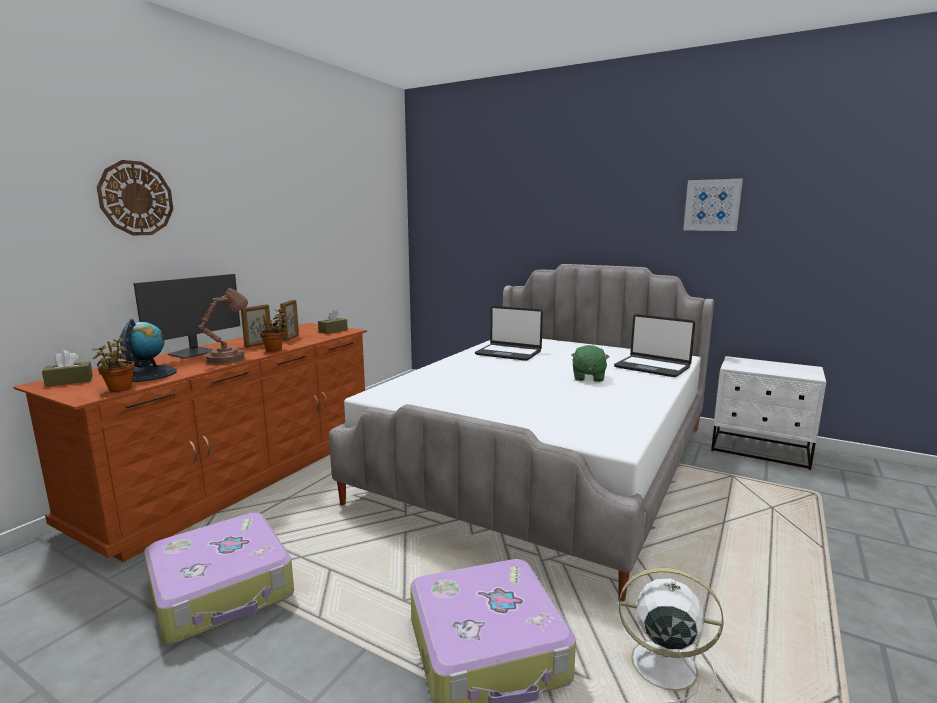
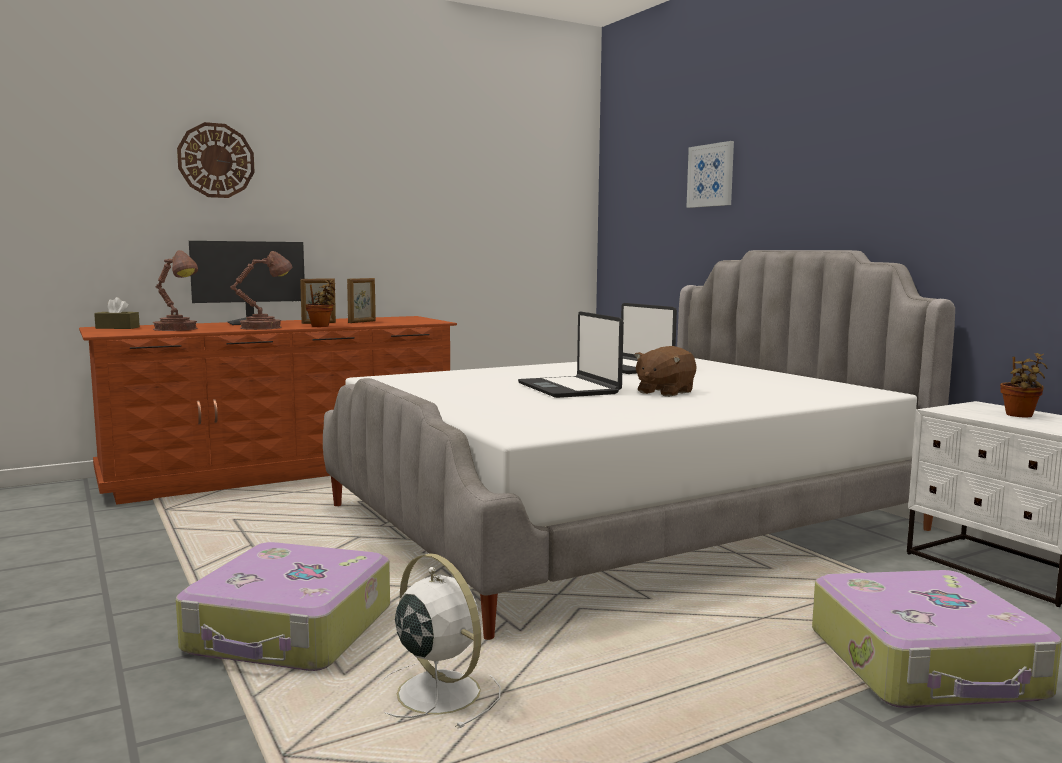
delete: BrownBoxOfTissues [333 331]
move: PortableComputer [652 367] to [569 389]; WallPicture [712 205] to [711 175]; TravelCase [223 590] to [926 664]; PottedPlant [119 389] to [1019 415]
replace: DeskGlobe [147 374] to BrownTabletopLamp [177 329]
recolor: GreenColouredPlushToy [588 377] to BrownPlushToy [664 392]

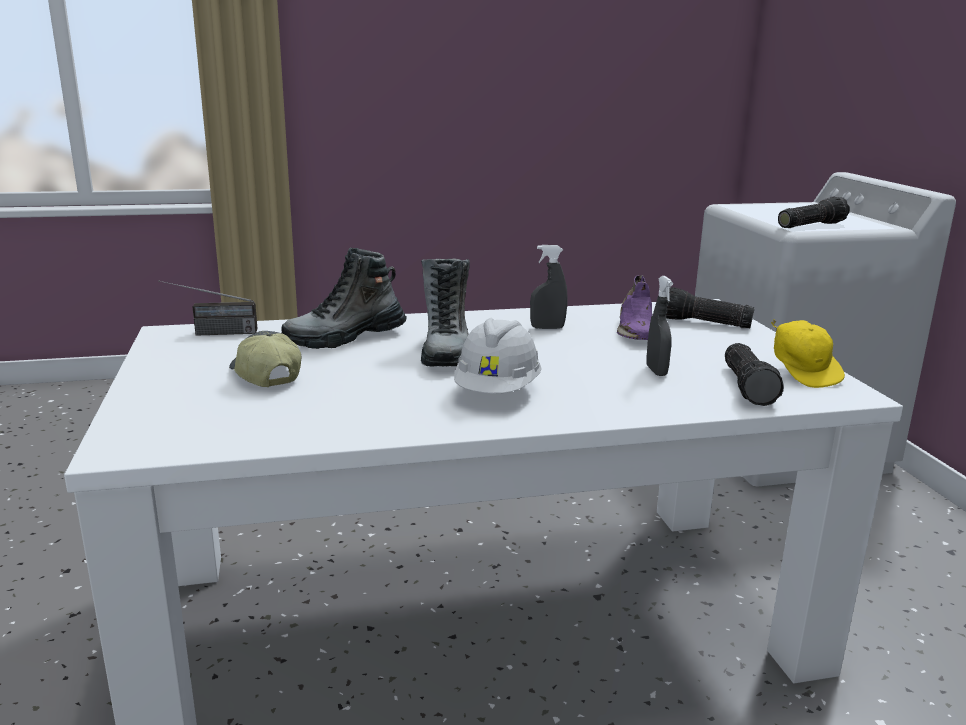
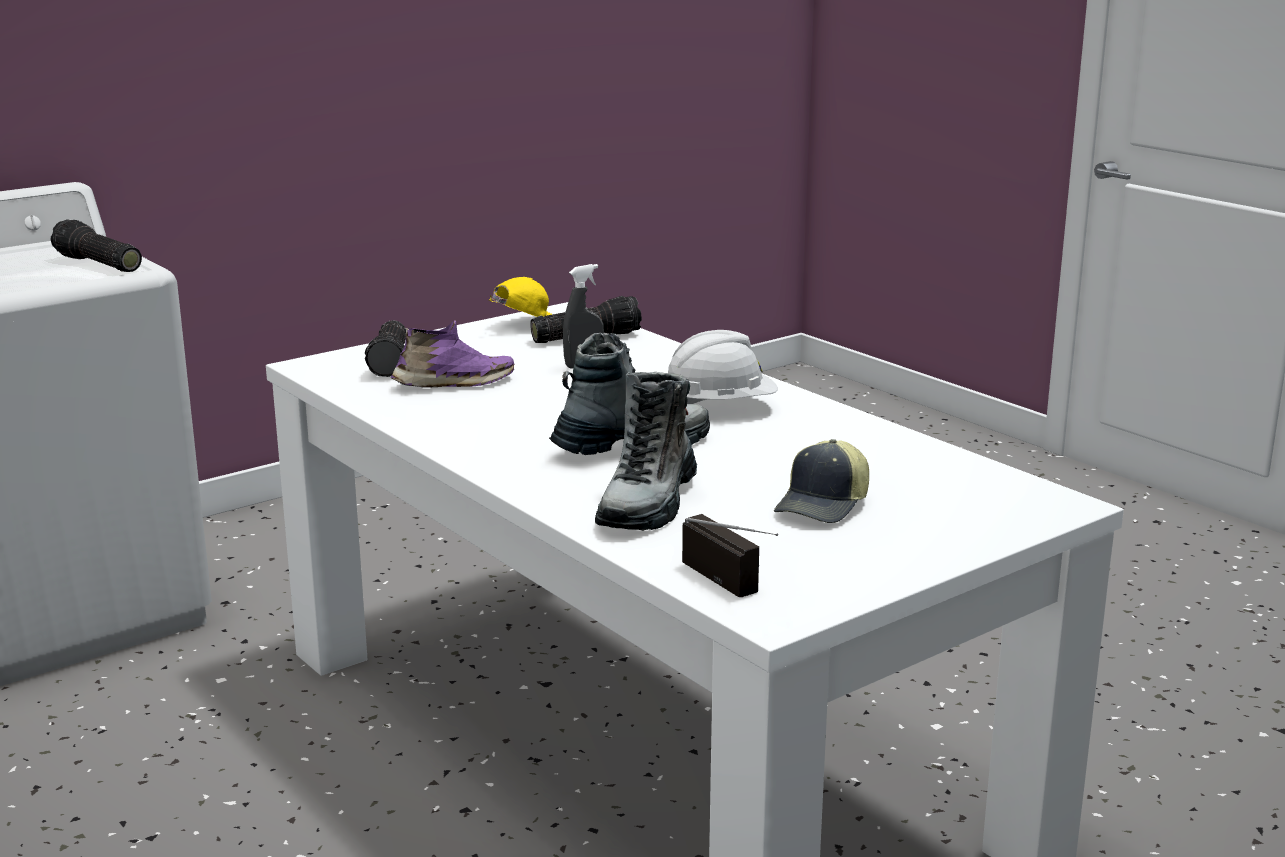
delete: GreyHandSprayer [547 328]
rotate: TallBoot [345 337] = [648 503] 75 degrees clockwise

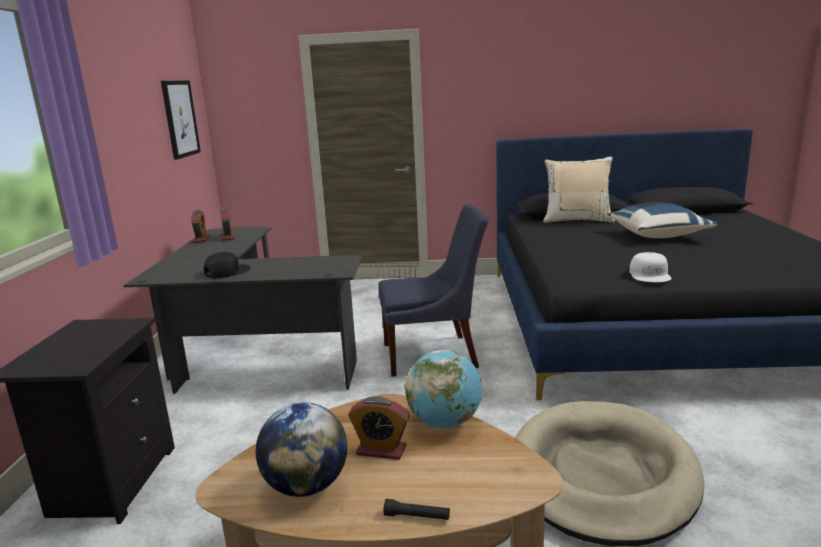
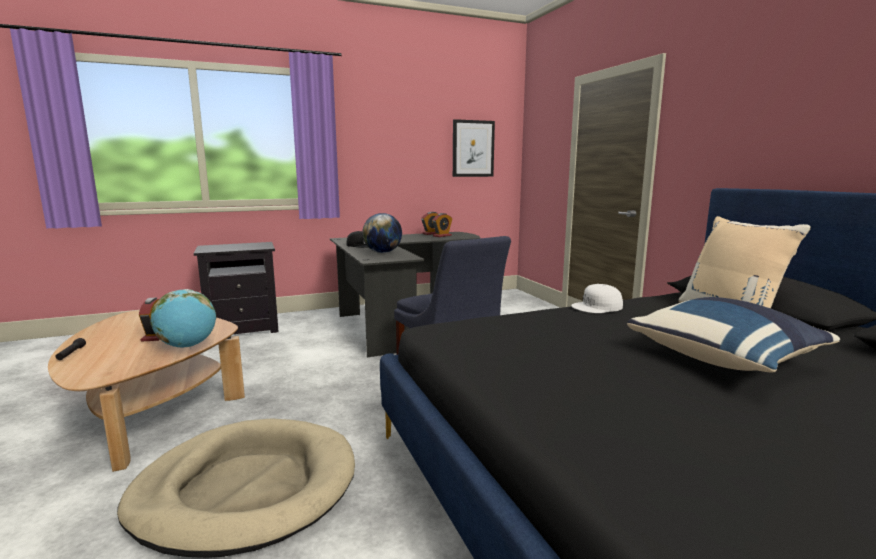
move: DeskGlobe [306 486] to [382 252]; WhiteColouredPeakedCap [650 275] to [597 307]

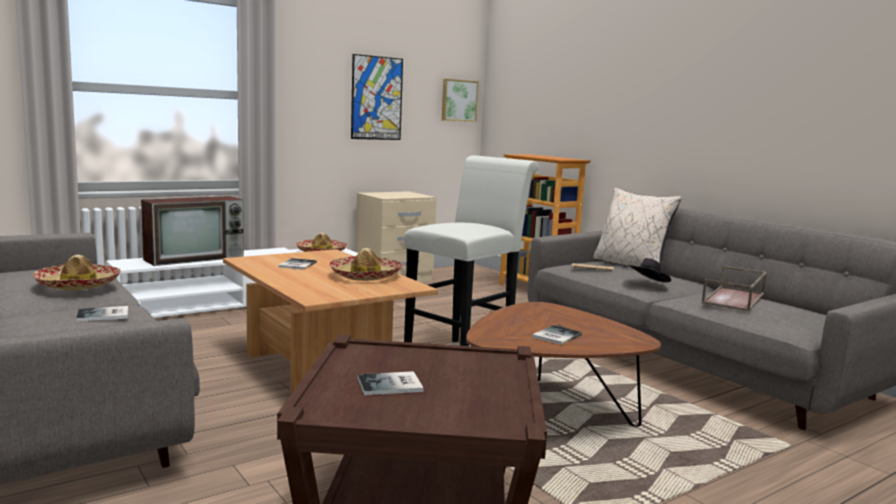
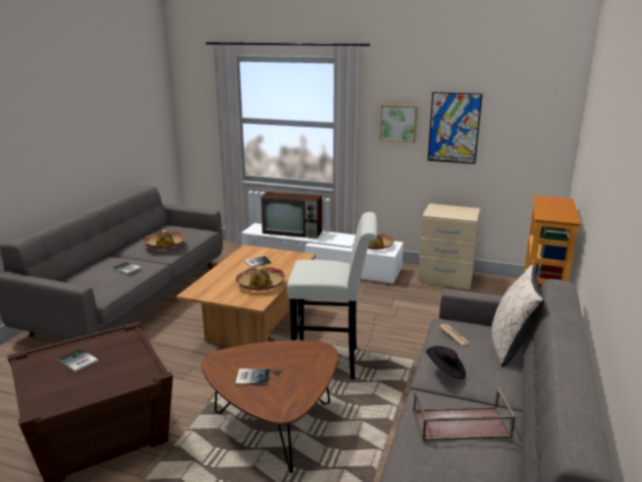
move: WallPicture [458 100] to [398 123]

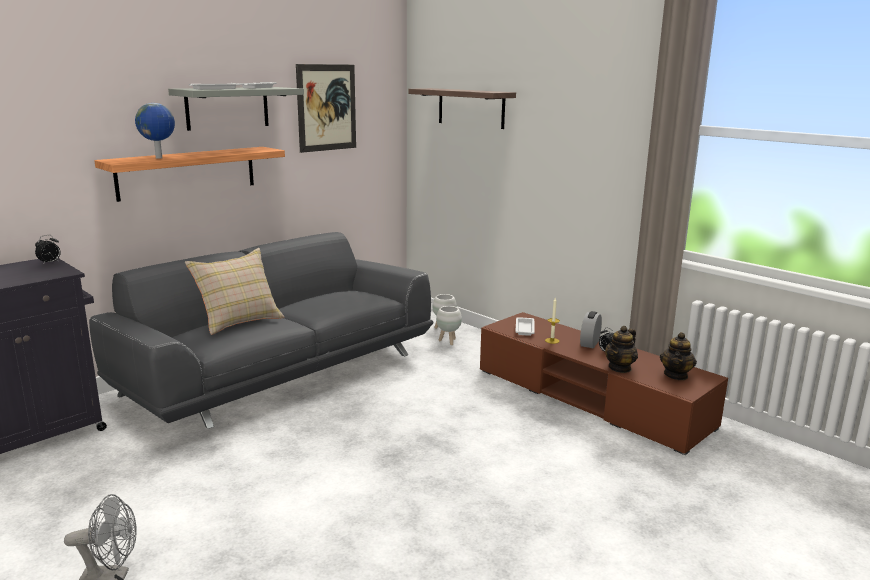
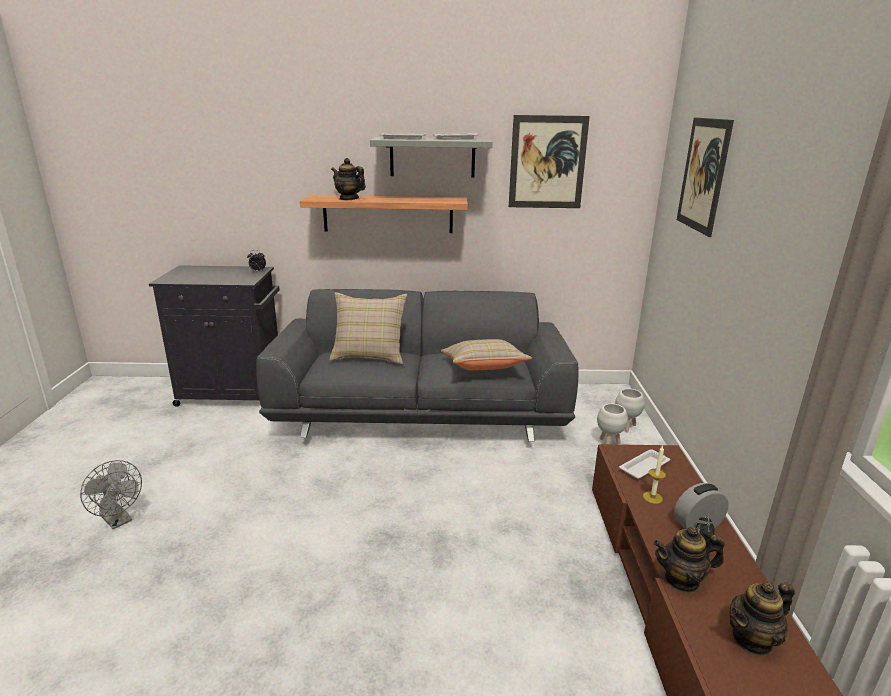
insert: SandColouredCushion [483 369]
replace: DeskGlobe [159 158] to Teapot [349 199]; Shelf [471 108] to WallPicture [703 175]

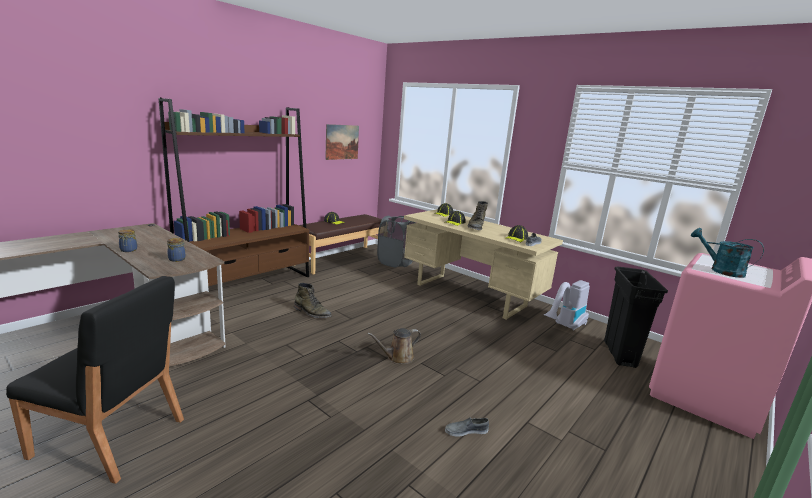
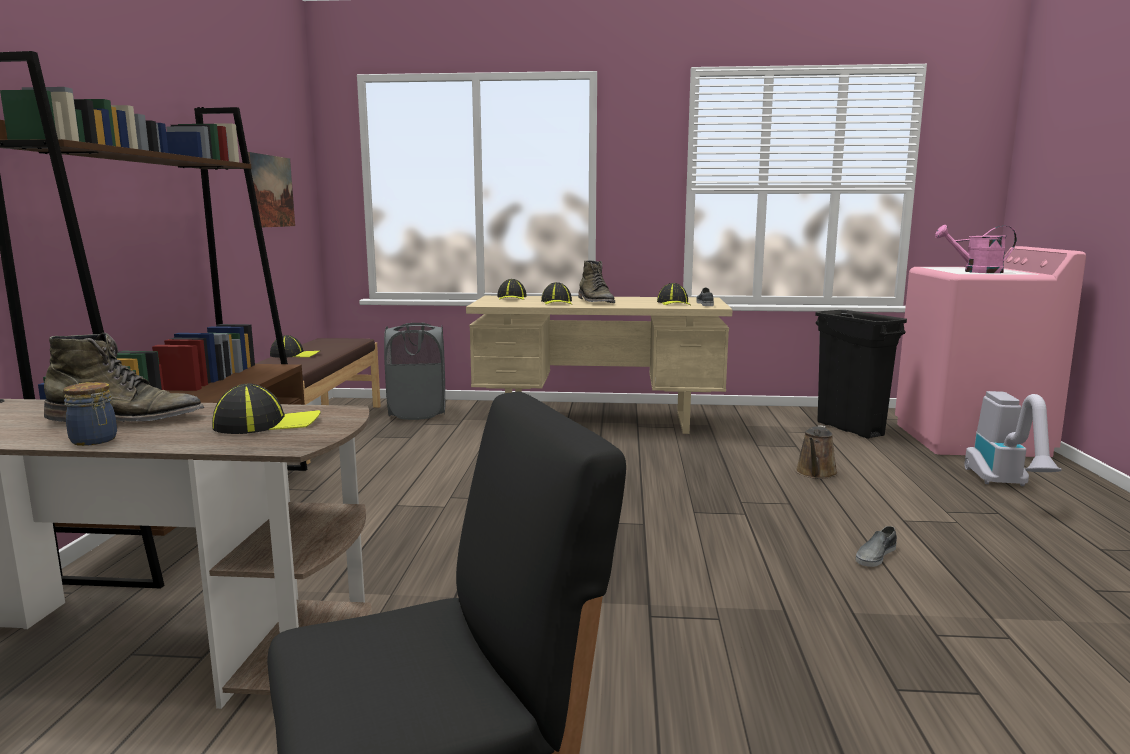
move: GreenColouredTallBoot [312 312] to [126 419]; BrownWateringCan [398 358] to [815 473]; VacuumCleaner [565 327] to [1005 485]
replace: PreserveJar [177 259] to PeakedCap [267 424]
recolor: TurquoiseWateringCan [720 270] to PinkishWateringCan [976 271]

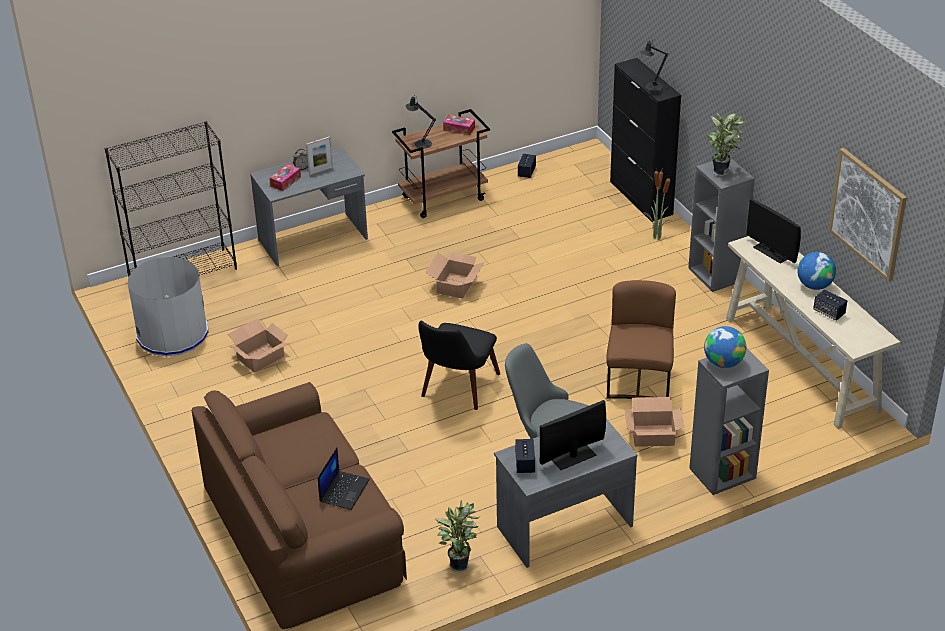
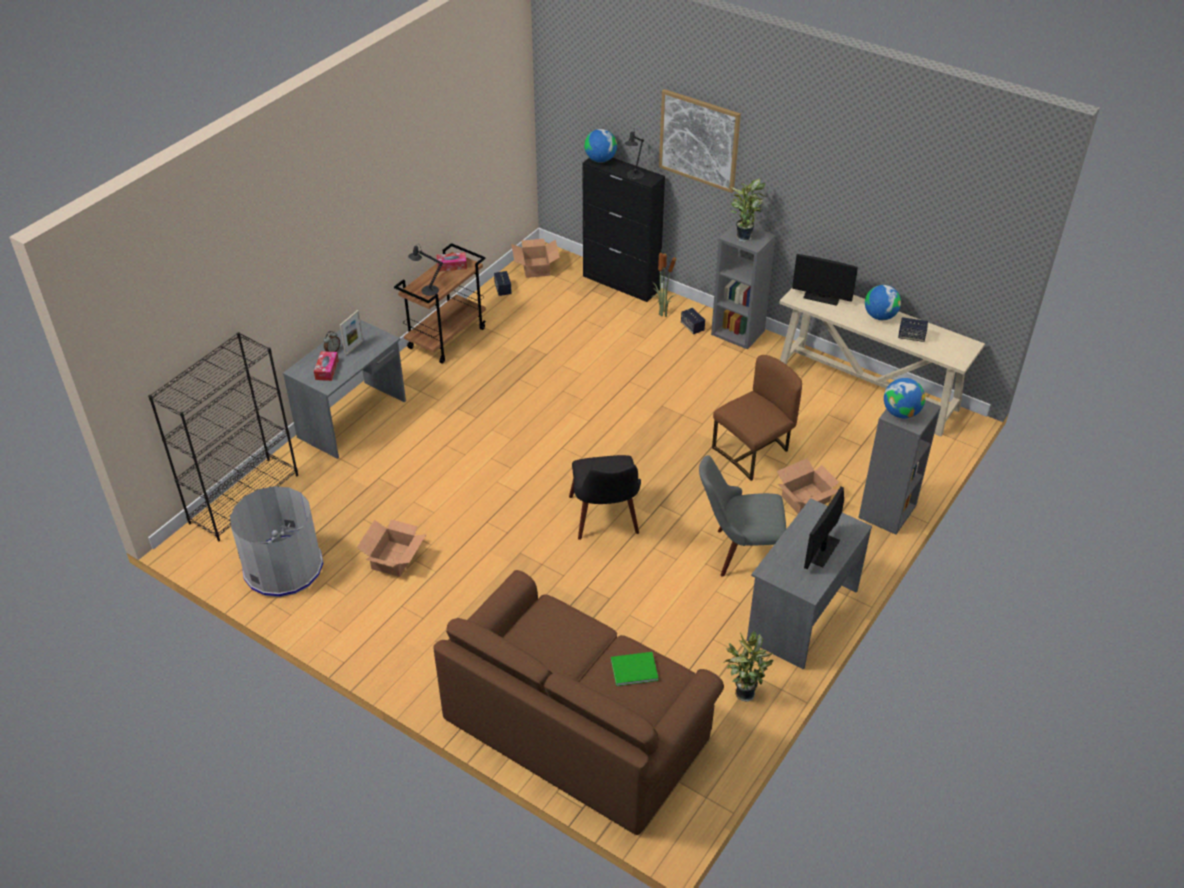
insert: DeskGlobe [600 160]
move: Carton [456 285] to [536 267]; WallPicture [868 213] to [699 140]; AudioSpeaker [525 463] to [692 327]
replace: PortableComputer [344 490] to GreenColouredVolume [632 669]
rotate: BrownUprightChair [639 380] = [753 452] 75 degrees clockwise

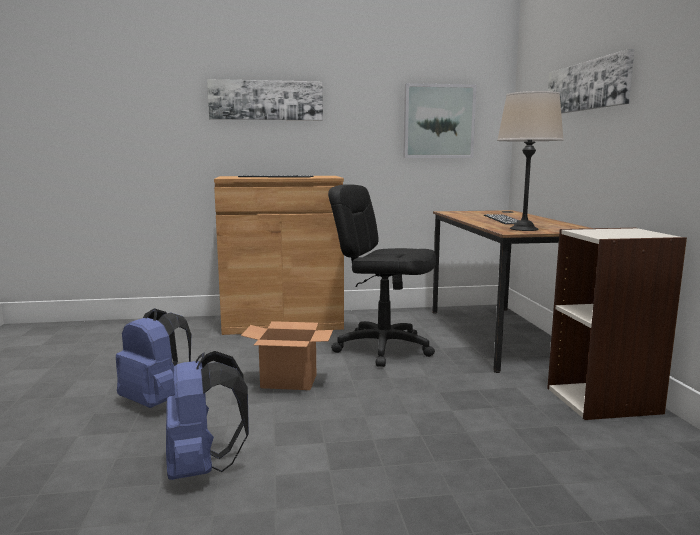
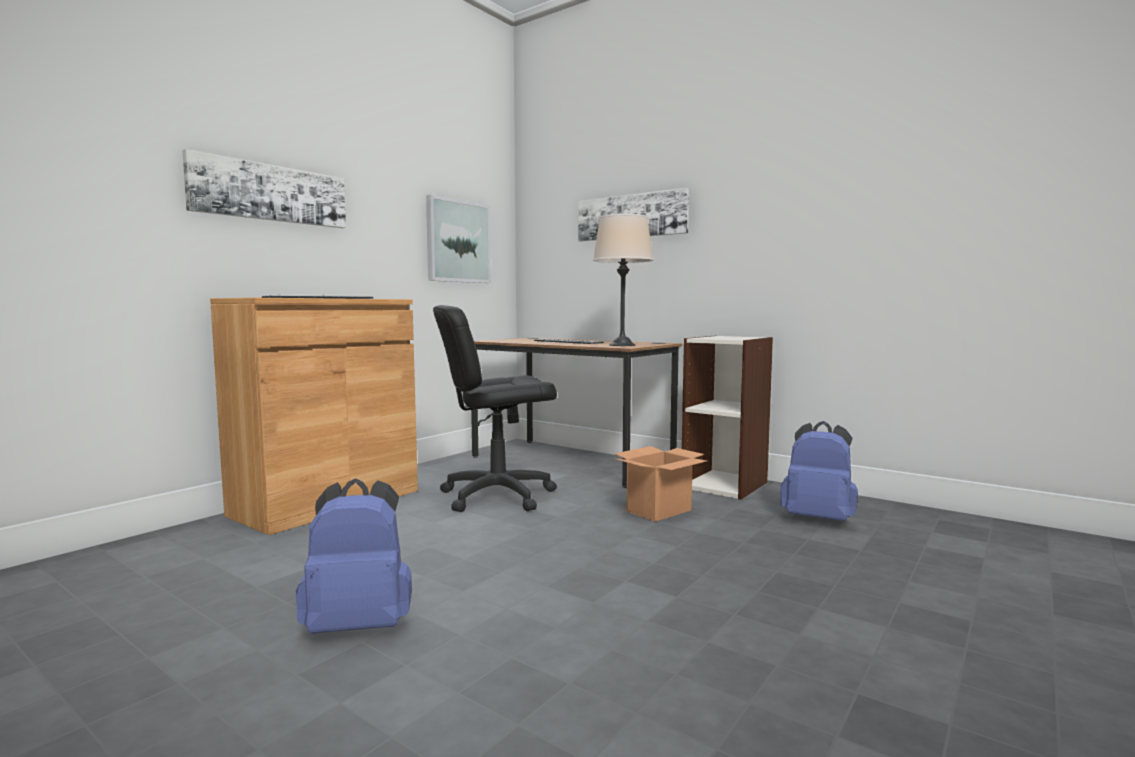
move: Carton [289 381] to [659 510]; BlueRucksack [202 468] to [818 519]

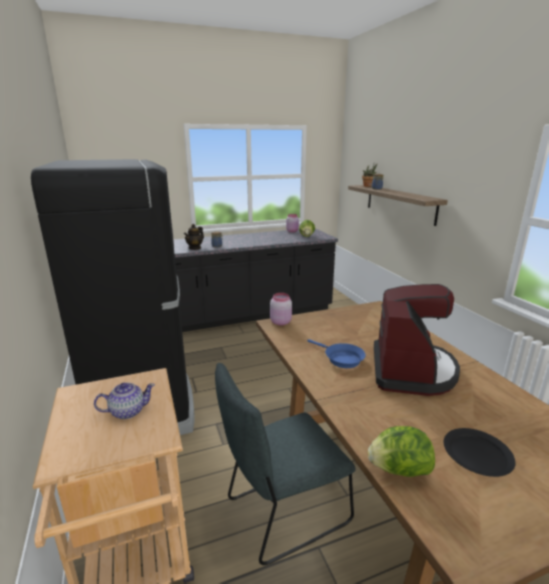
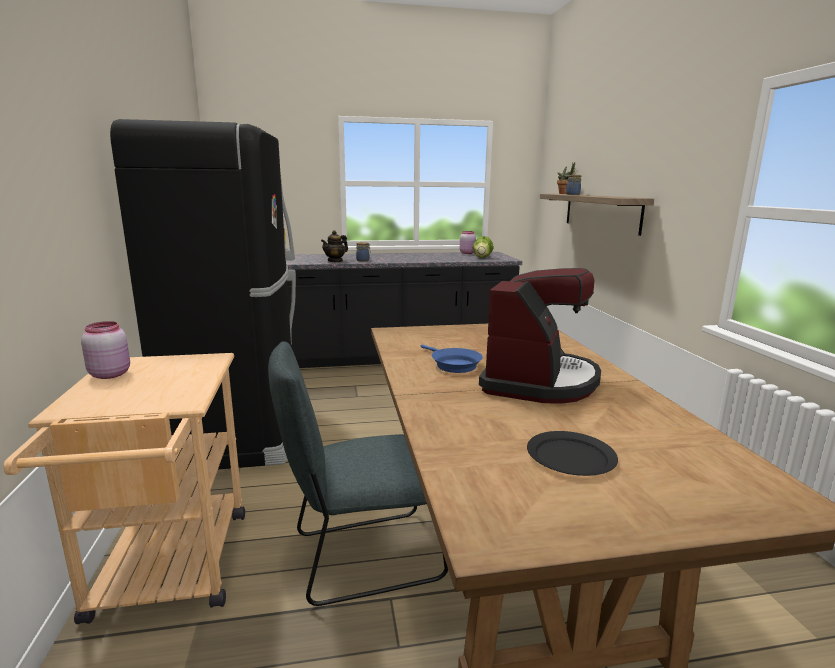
delete: Teapot [127 411]; HeadOfLettuce [398 469]
move: PinkishPreserveJar [280 322] to [110 374]

